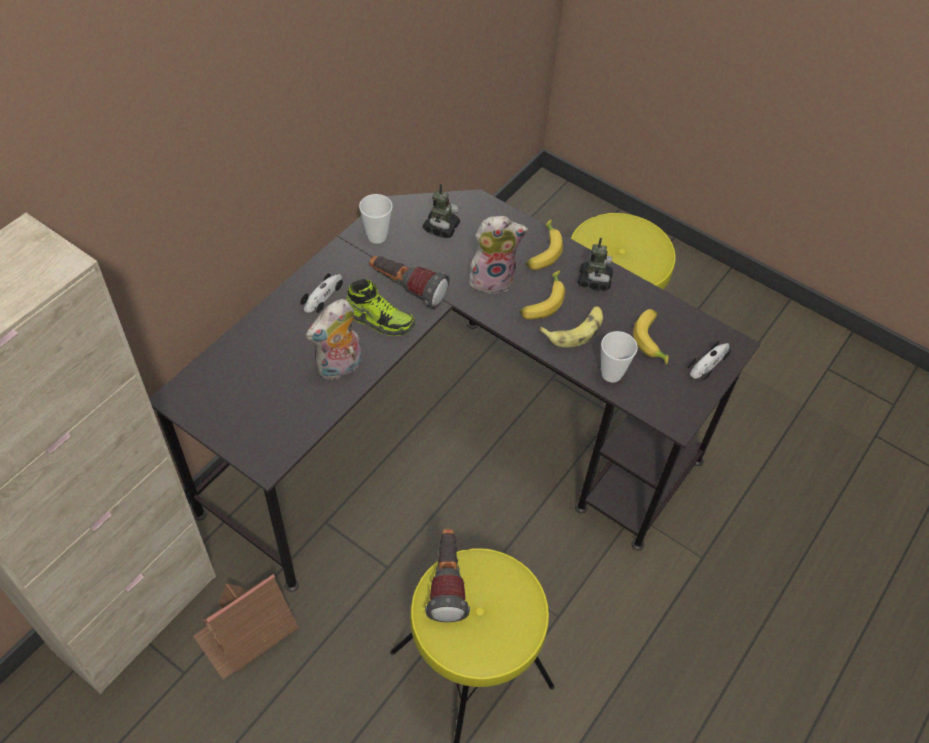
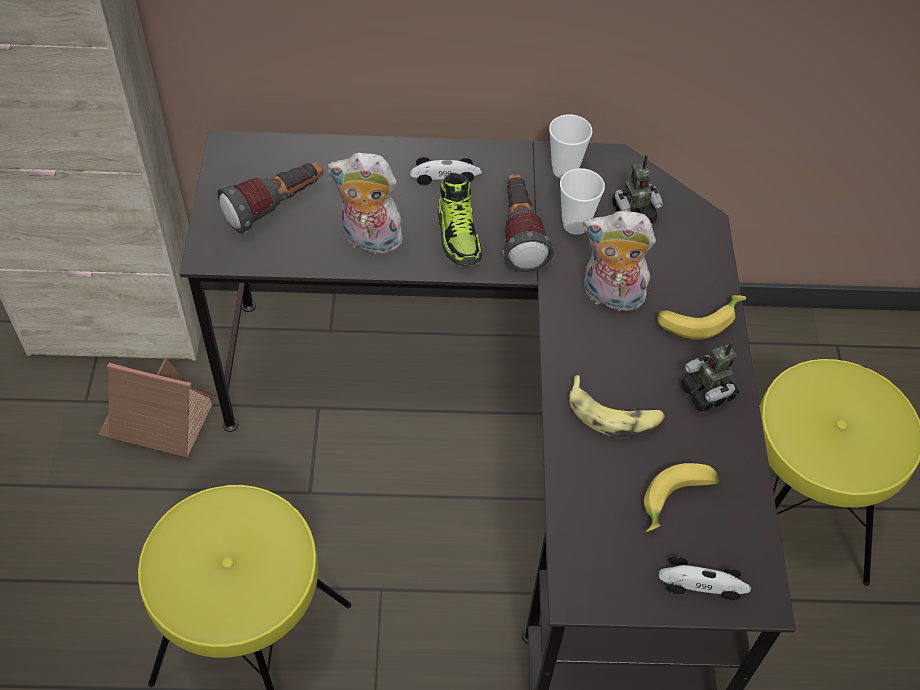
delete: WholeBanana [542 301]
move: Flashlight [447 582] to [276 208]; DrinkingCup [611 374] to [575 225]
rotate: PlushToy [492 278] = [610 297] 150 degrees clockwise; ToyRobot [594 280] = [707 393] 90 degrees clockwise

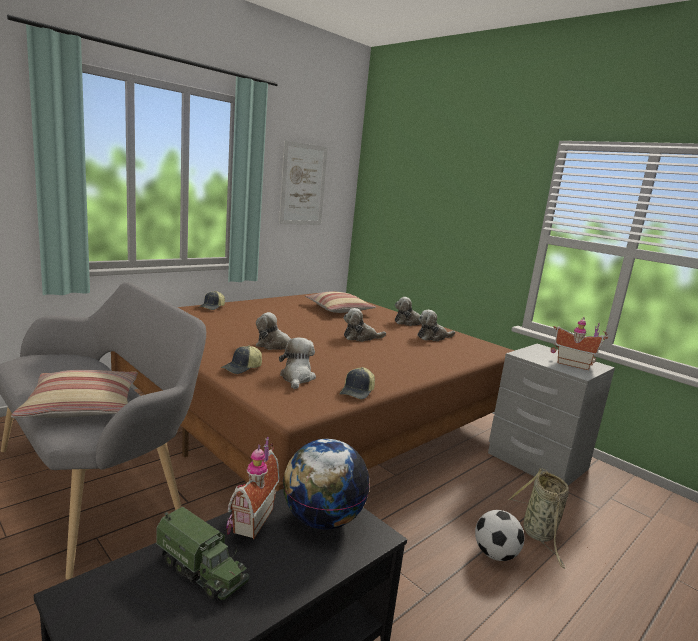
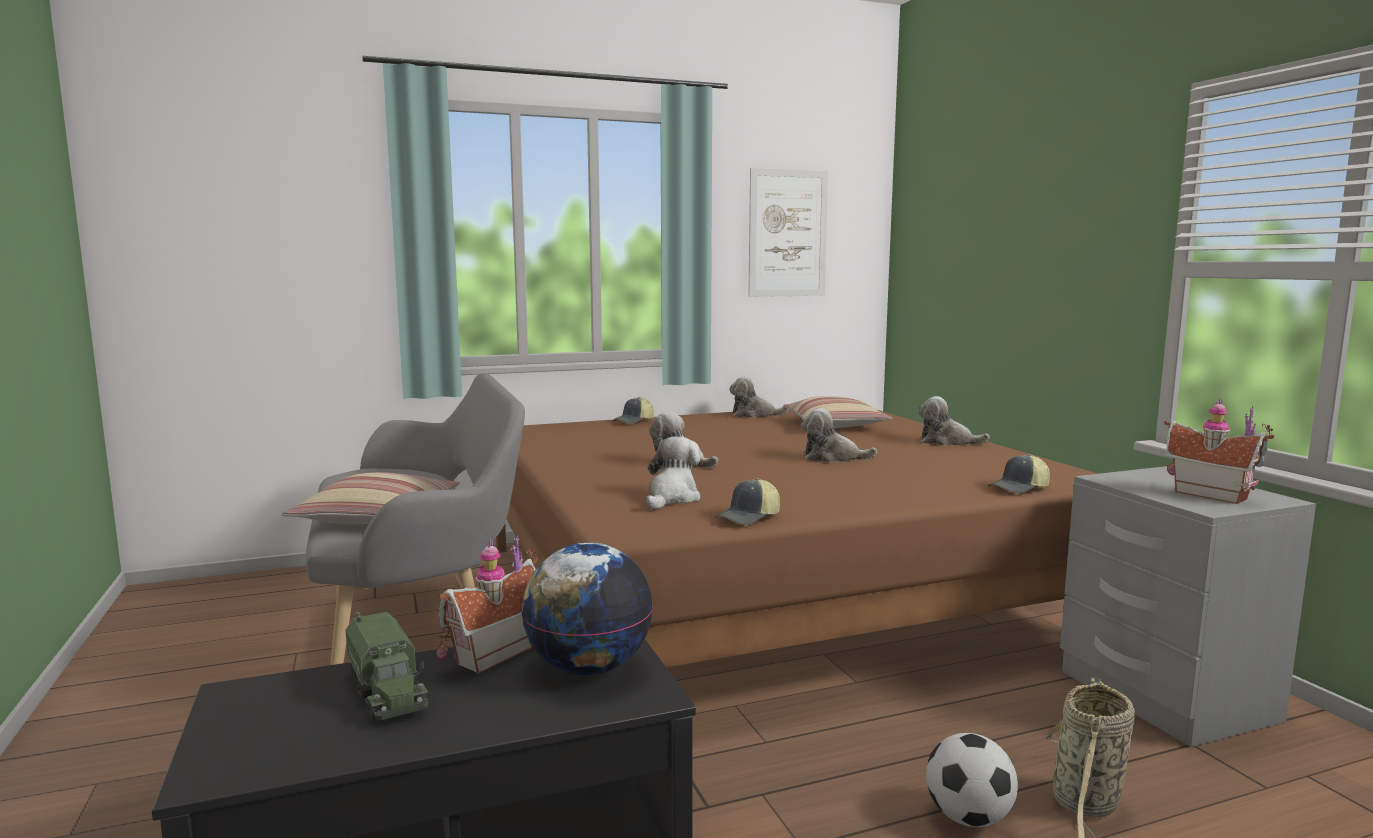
move: PlushToy [433 337] to [754 415]; PeakedCap [242 368] to [1019 489]

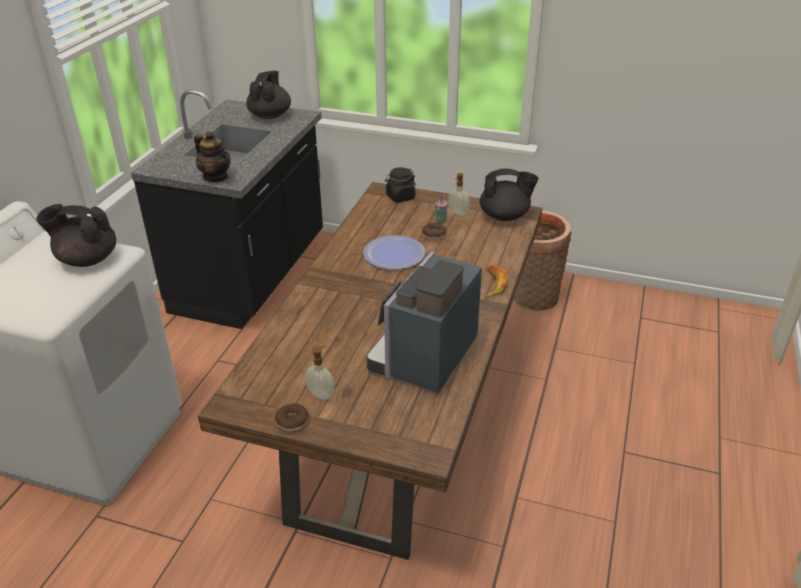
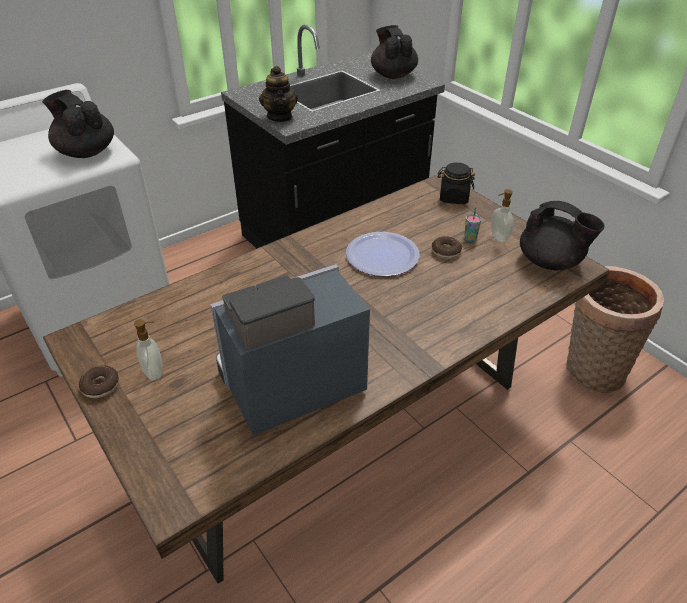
delete: WholeBanana [493 284]
rotate: BlackColouredTeapot [270 115] = [393 75] 60 degrees counterclockwise

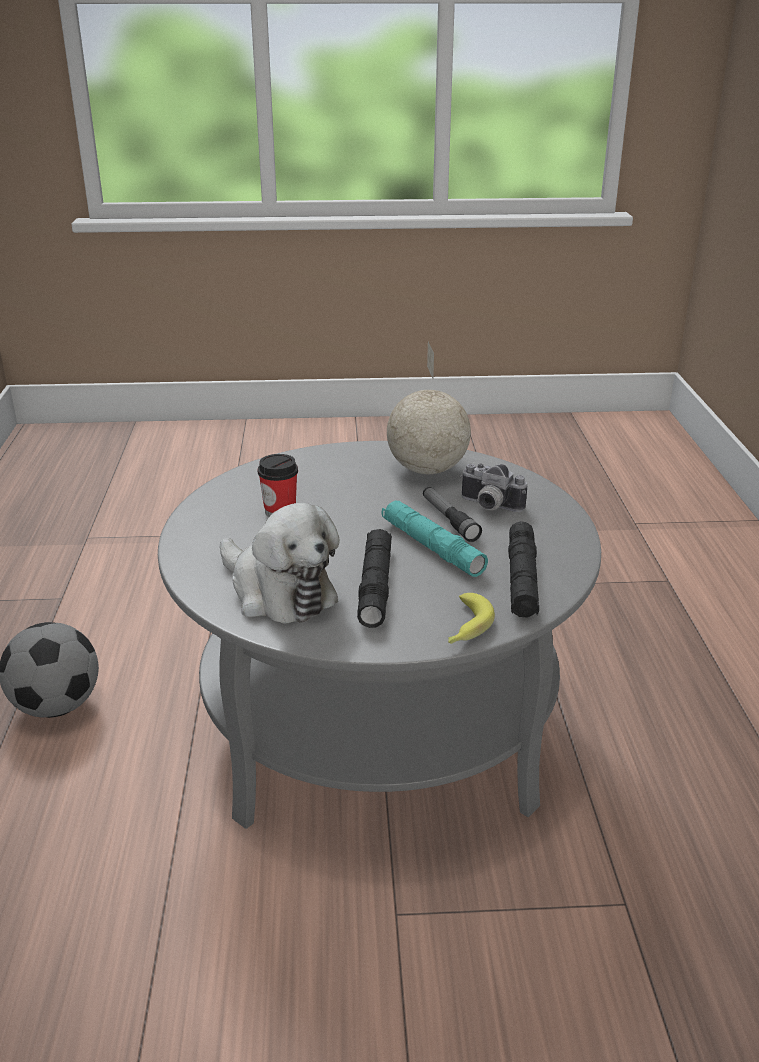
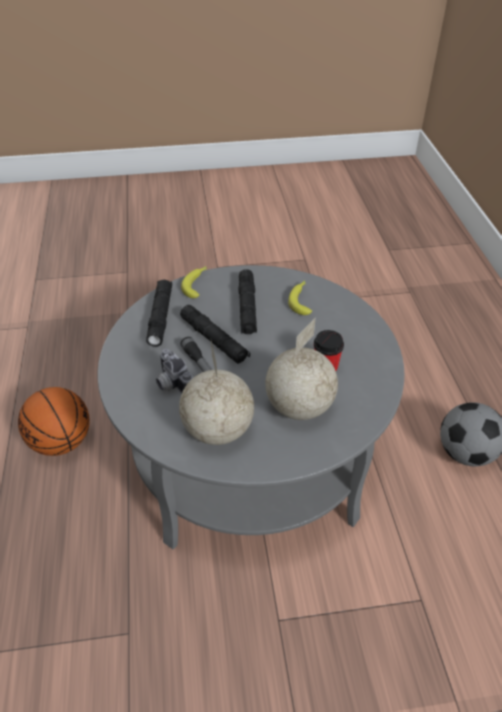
insert: BasketballBall [61 442]; DeskGlobe [298 407]
replace: PlushToy [278 592] to WholeBanana [301 300]
recolor: TurquoiseFlashlight [432 547] to BlackColouredFlashlight [214 340]
rotate: StillCamera [488 506] = [171 384] 150 degrees counterclockwise

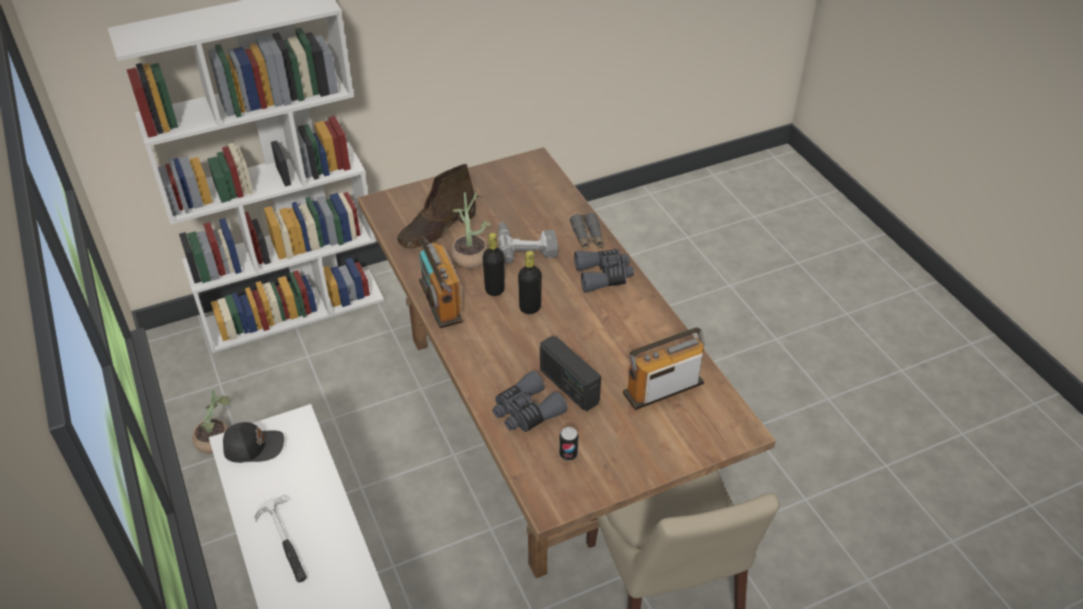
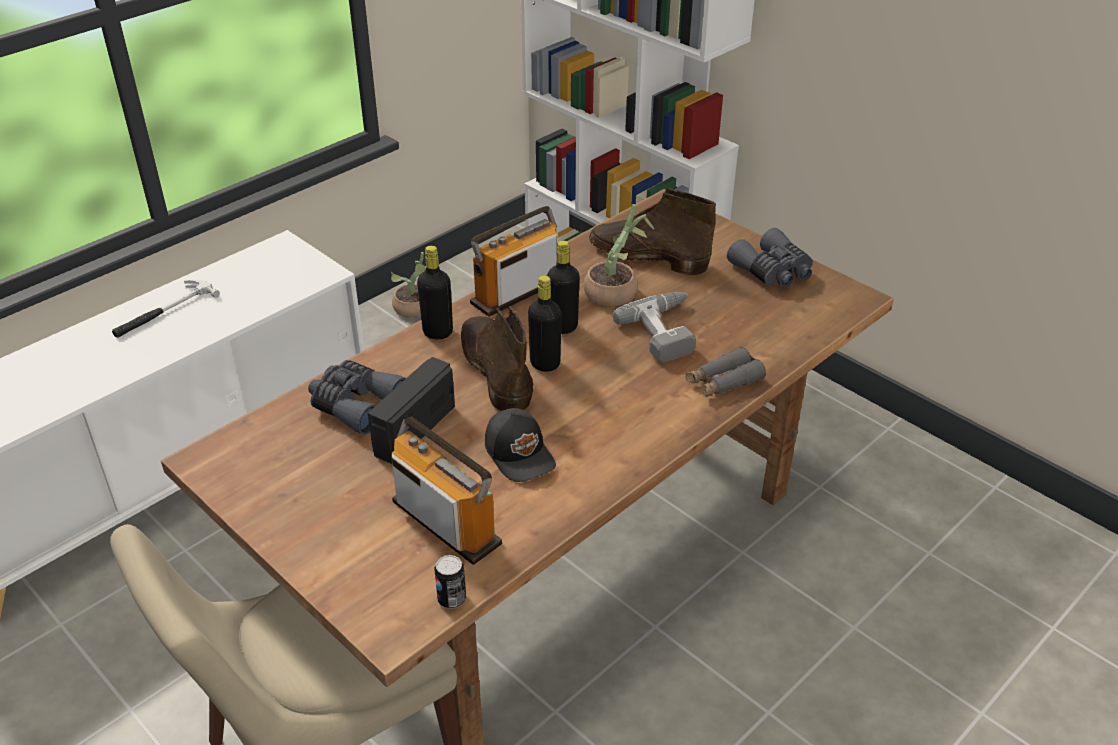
insert: BlackColouredDrinkBottle [438 332]; BrownTallBoot [495 370]
move: Can [568 454] to [451 599]; BlackColouredPeakedCap [253 446] to [520 454]; GreyPairOfBinoculars [603 276] to [773 271]

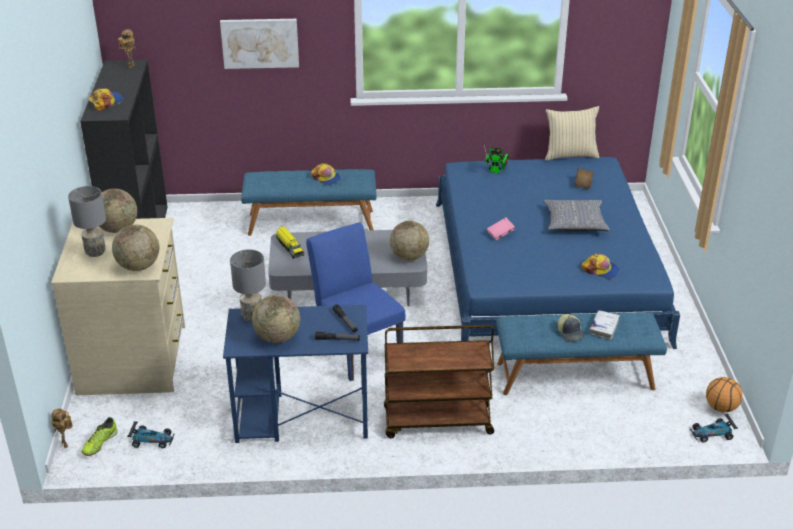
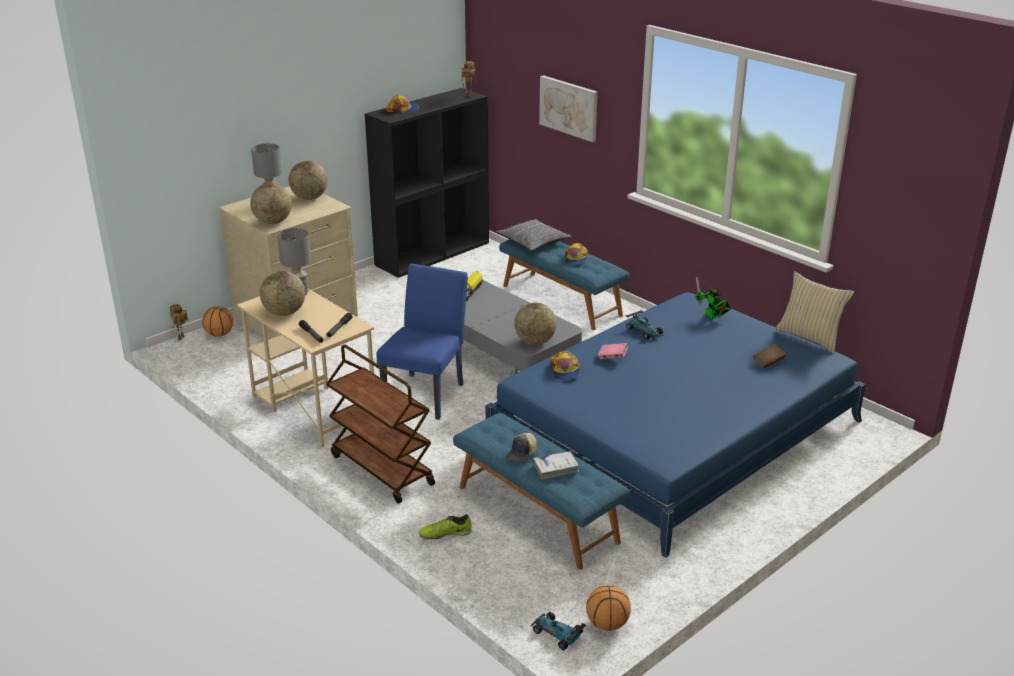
insert: BasketballBall [219 334]
move: LowShoe [100 443] to [445 534]; GreyCushion [575 222] to [533 242]; PeakedCap [601 270] to [565 370]; MiniatureCar [151 440] to [644 331]
recolor: BlueDeskUnit [301 417] to SandColouredDeskUnit [313 408]

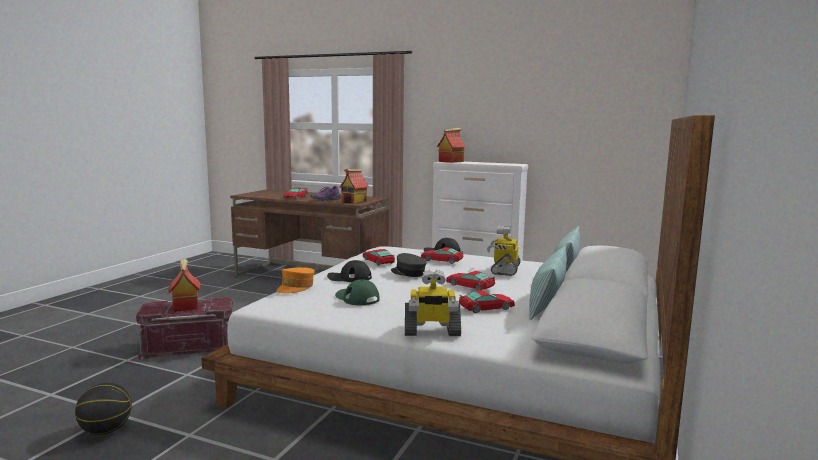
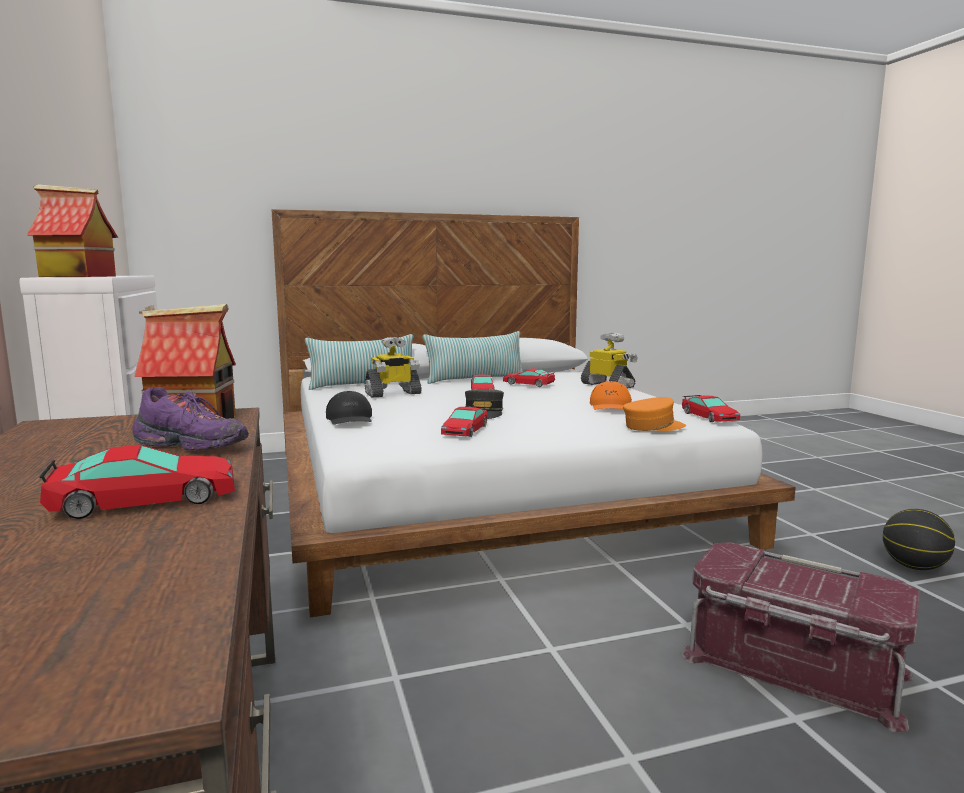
delete: ToyHouse [185 306]; BlackColouredPeakedCap [349 278]
move: MiniatureCar [442 260] to [708 417]
recolor: GreenColouredPeakedCap [357 298] to OrangePeakedCap [610 406]

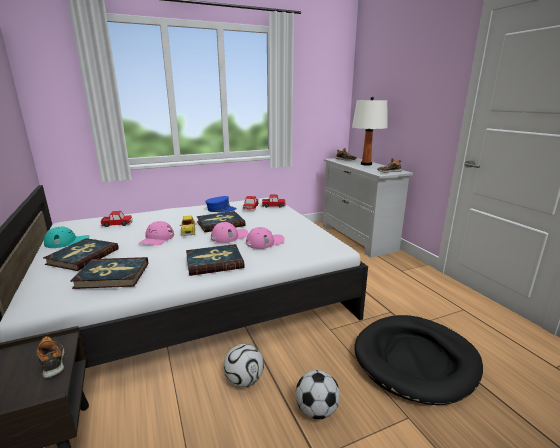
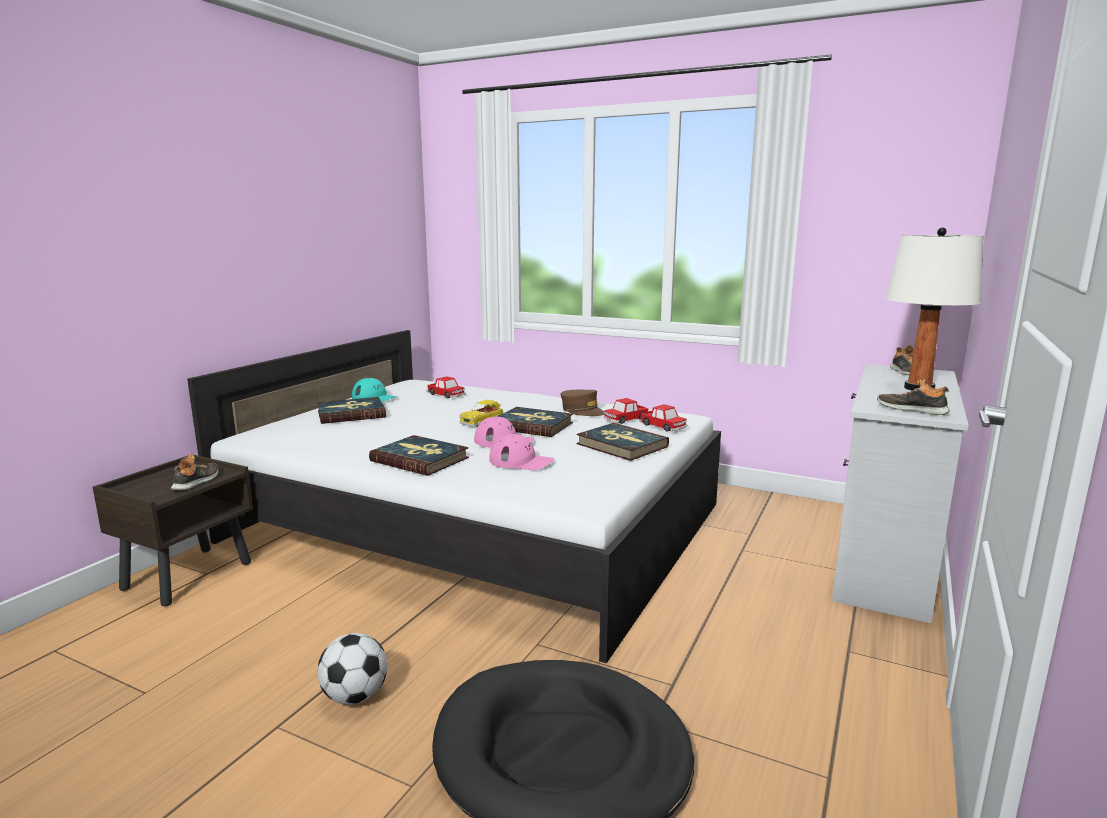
delete: PinkishPeakedCap [157 238]; Football [244 380]
move: Volume [112 275] to [621 445]
recolor: BluePeakedCap [220 209] to BrownPeakedCap [582 411]

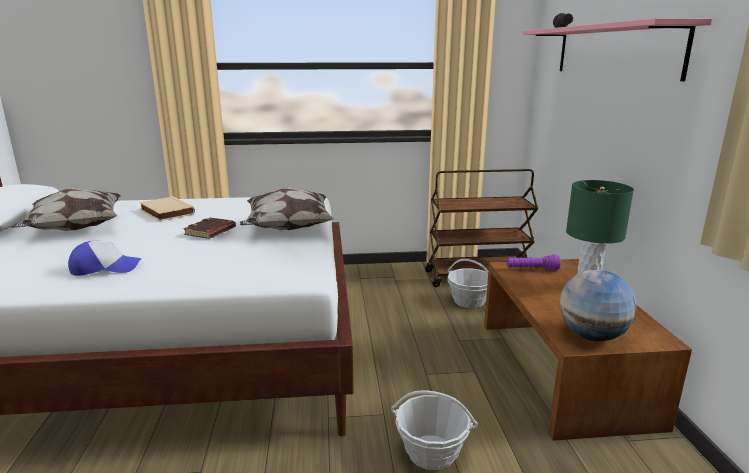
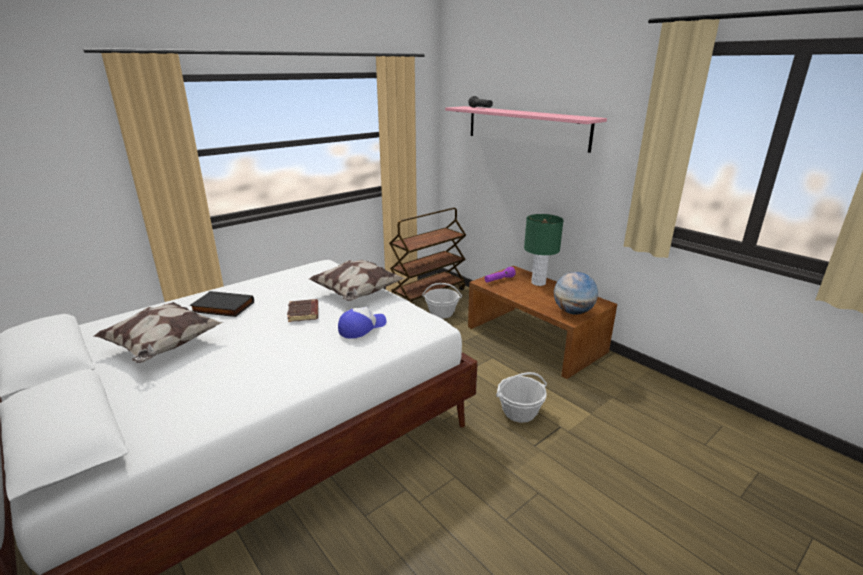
move: PeakedCap [105 268] to [362 327]
recolor: SandColouredVolume [165 212] to BlackColouredVolume [222 307]

